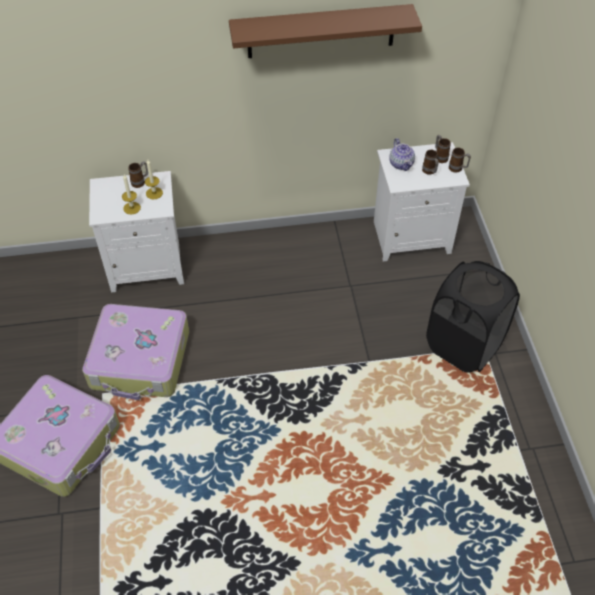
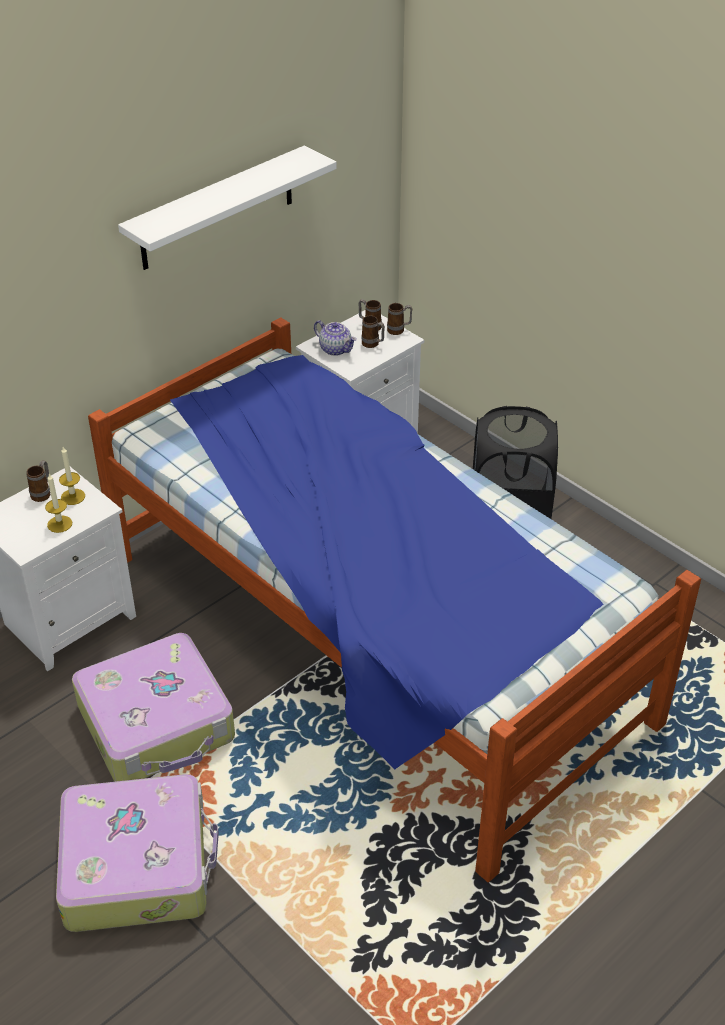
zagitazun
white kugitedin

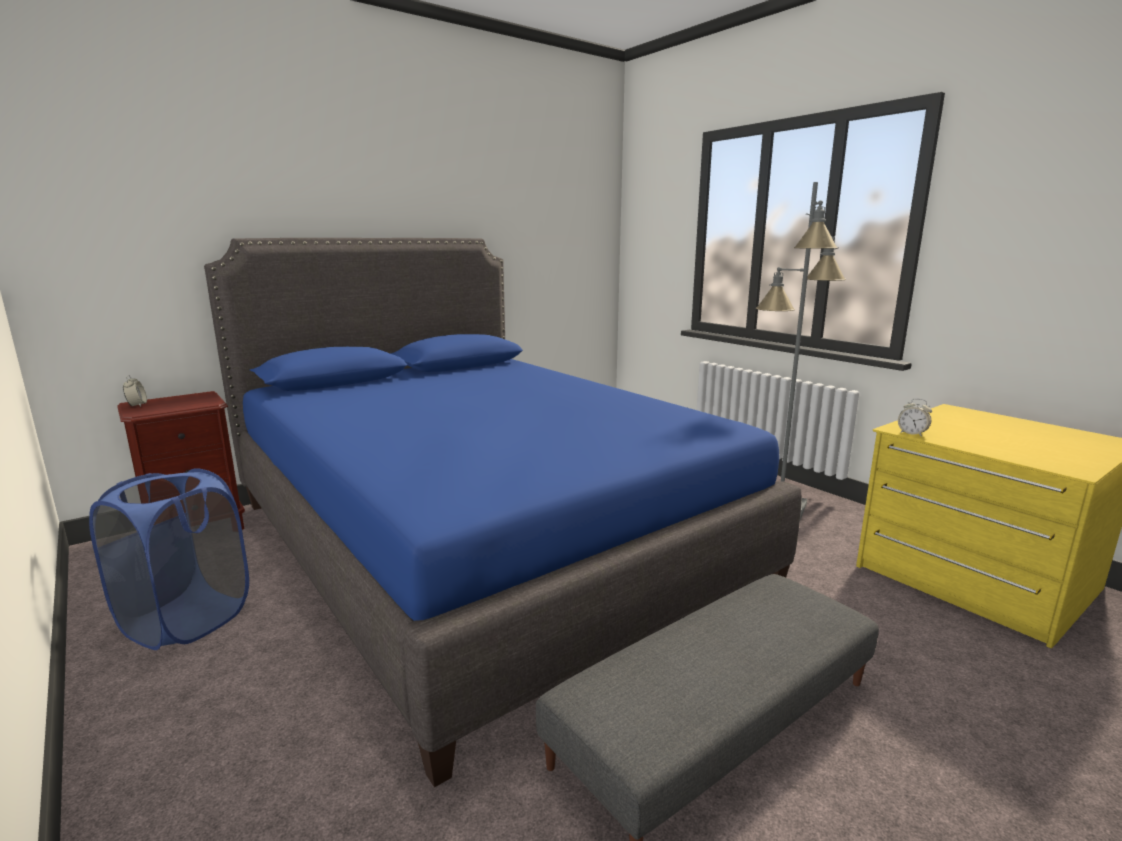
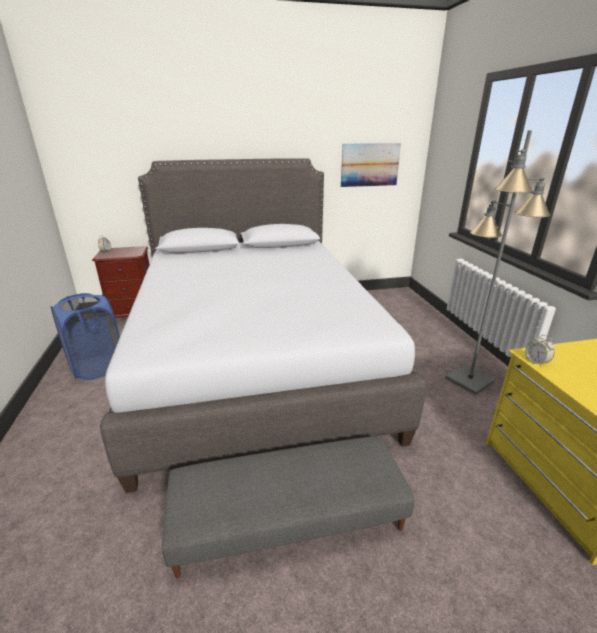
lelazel
grey zagitazun

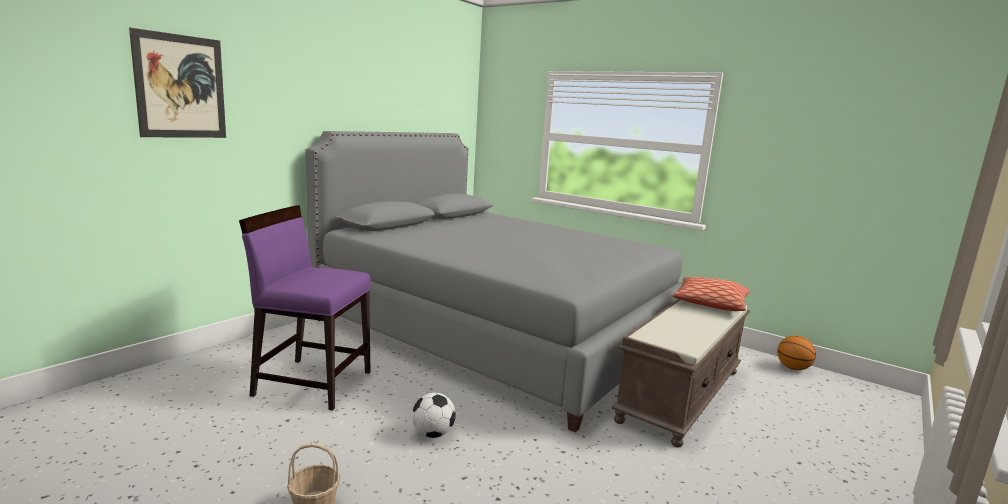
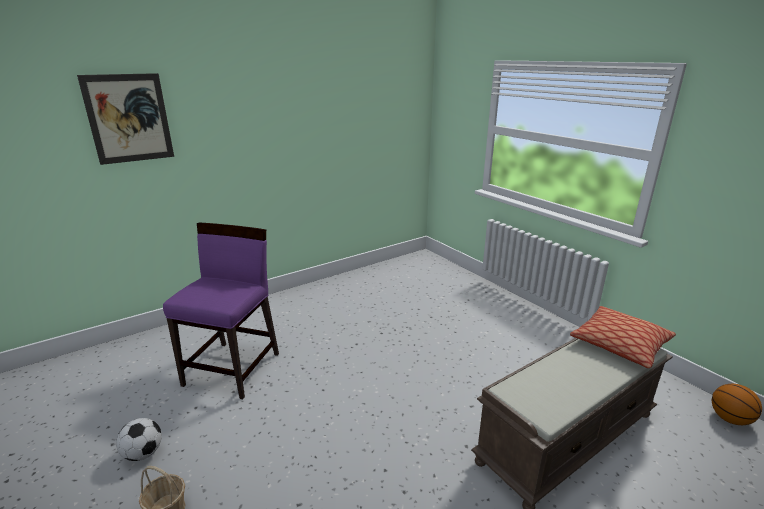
grey zagitazun
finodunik
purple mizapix

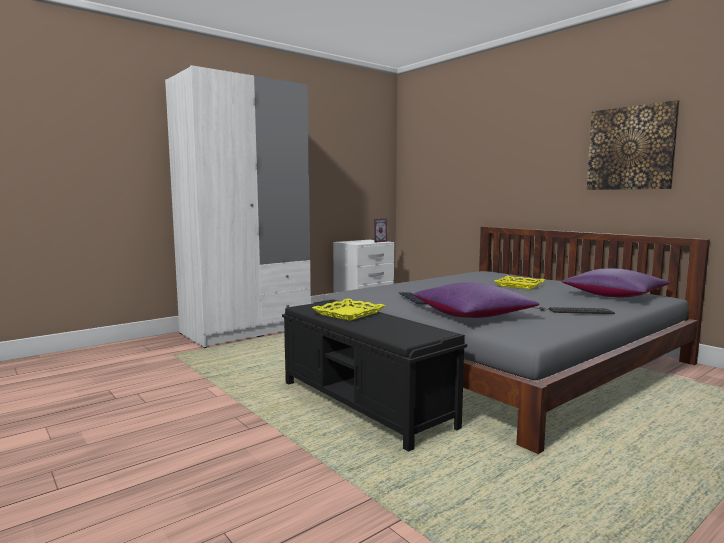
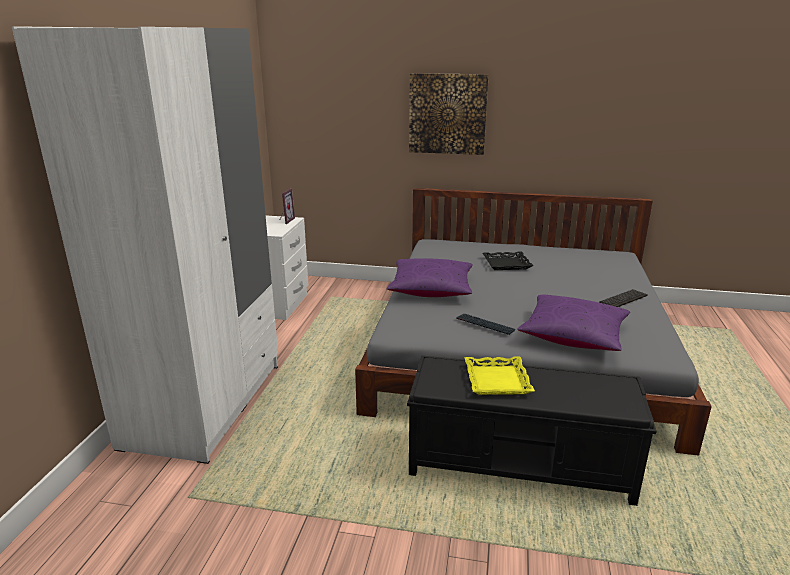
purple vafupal (1st from left)
lelazel
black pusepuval

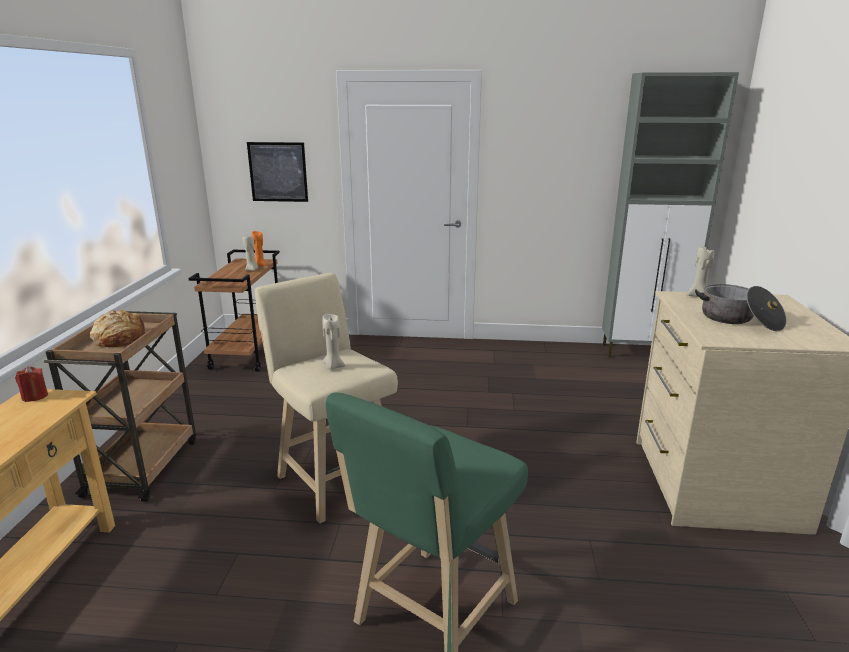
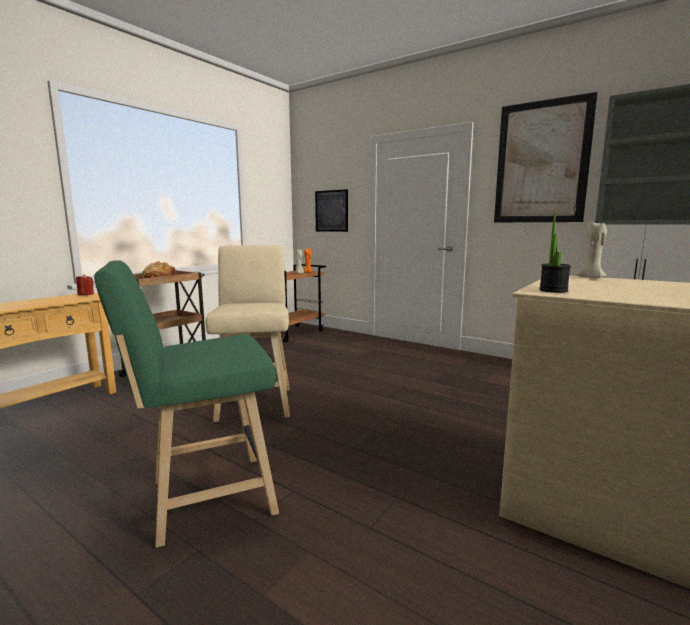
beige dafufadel (2nd from left in the first image)
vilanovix
lelazel (2nd from left)
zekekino

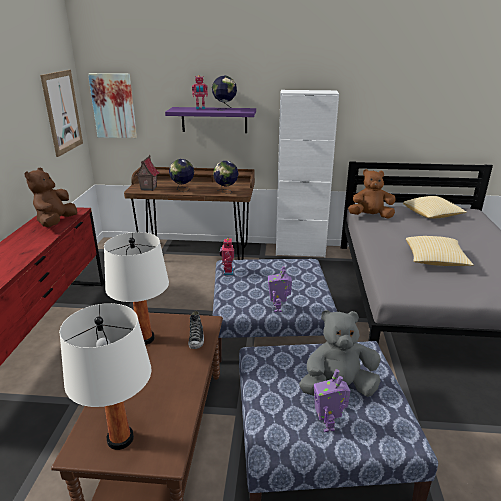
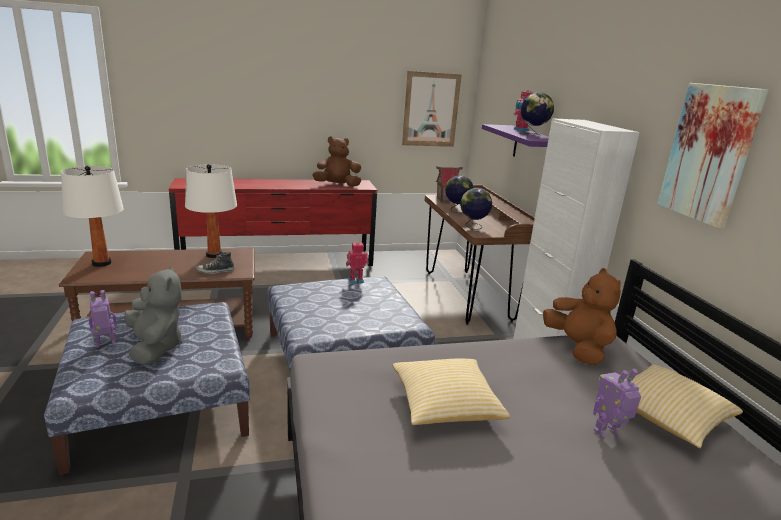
lelazel (2nd from left)
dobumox (4th from left)

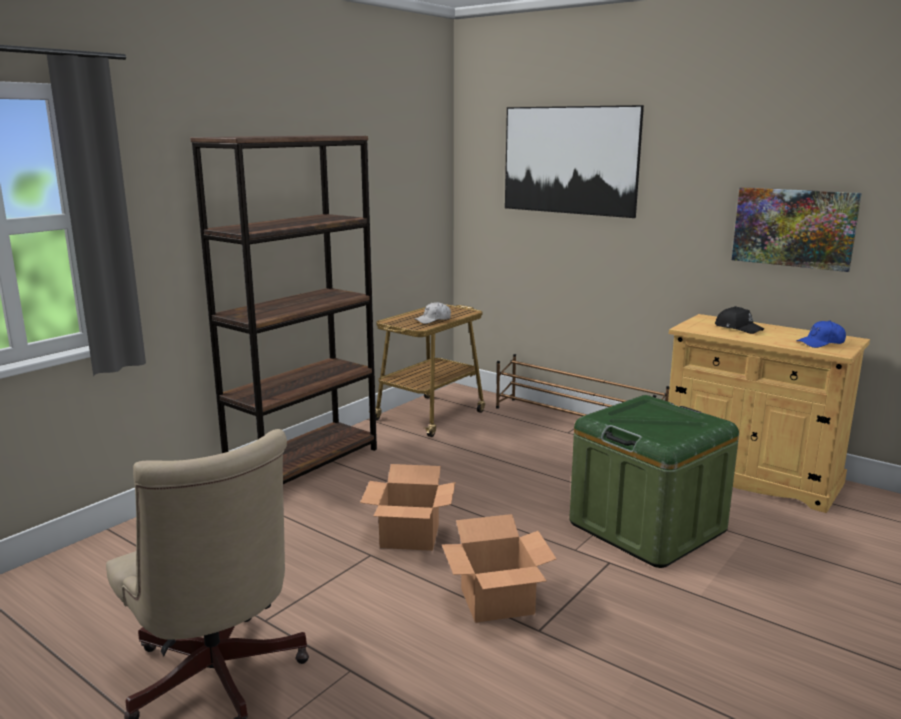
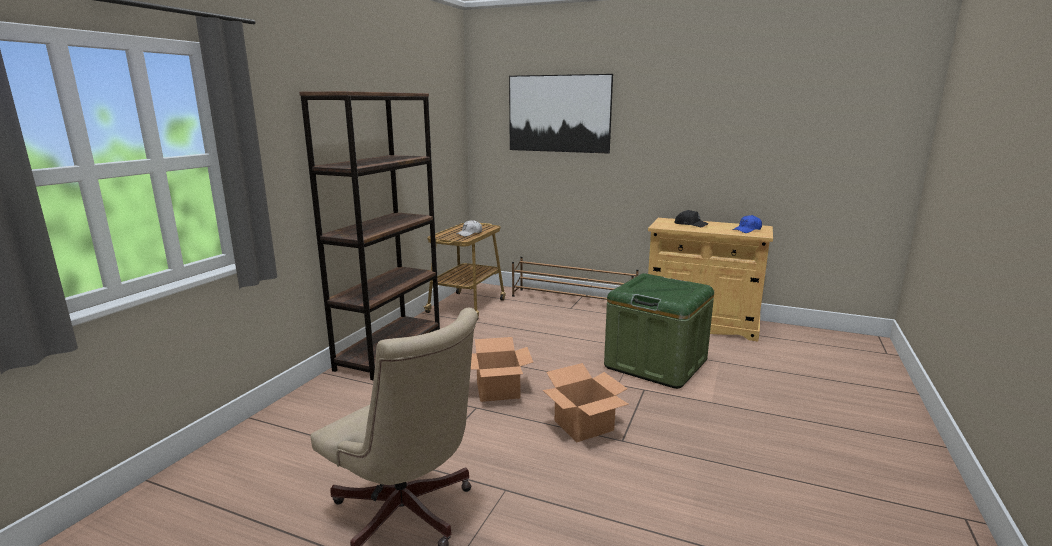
lelazel (2nd from left in the first image)

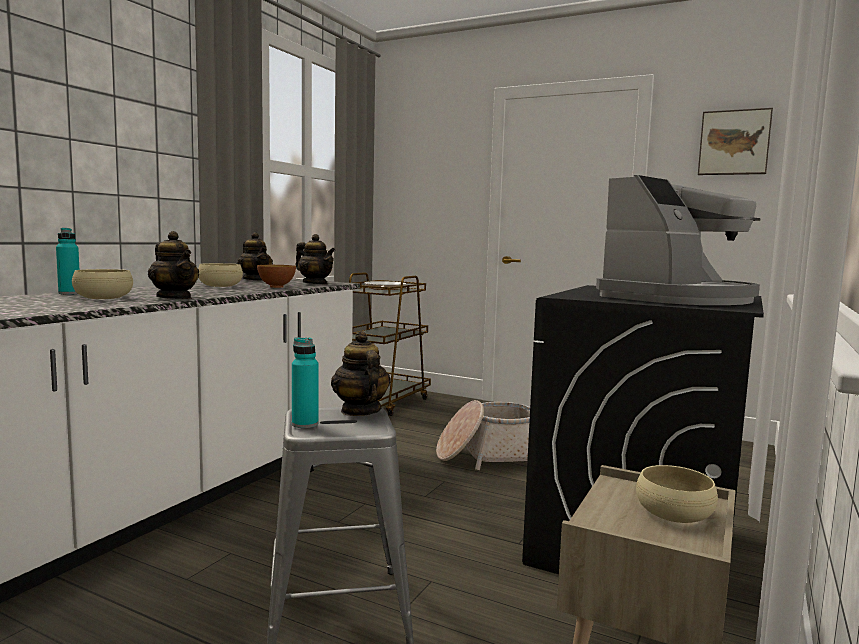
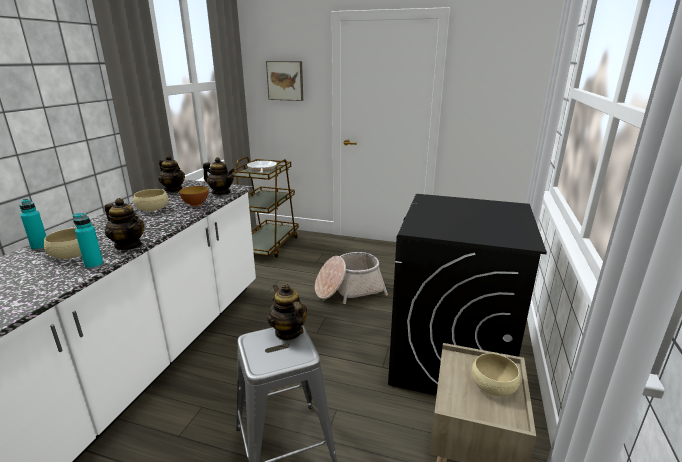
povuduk
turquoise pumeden (2nd from left)
lelazel

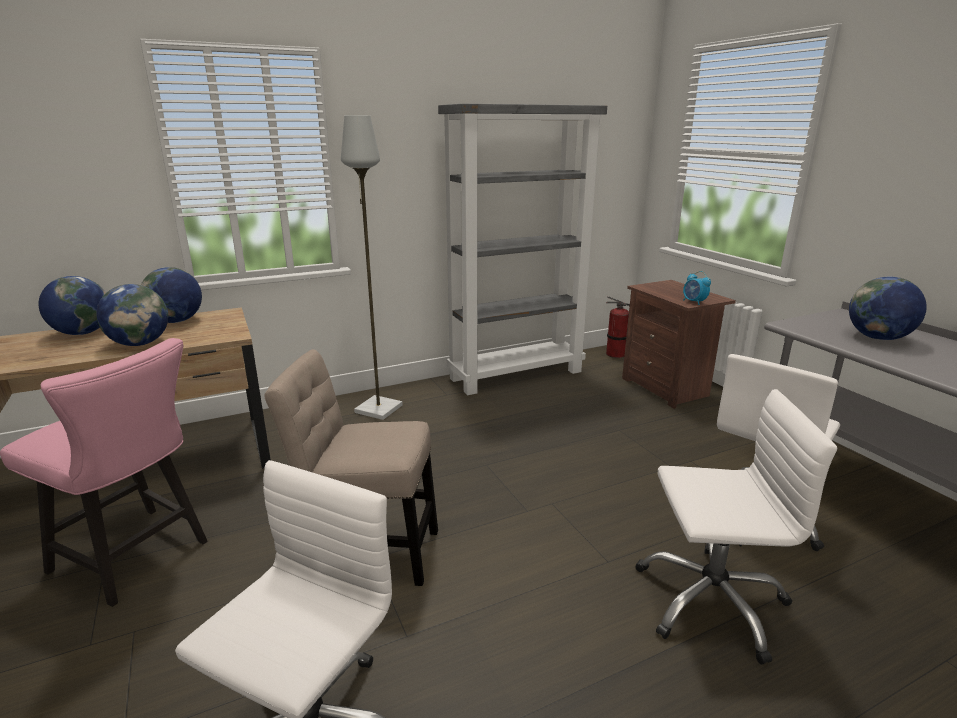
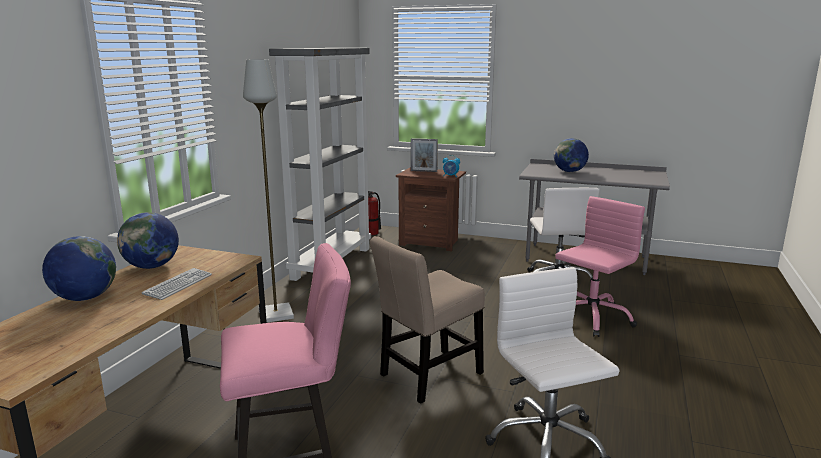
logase
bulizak
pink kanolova

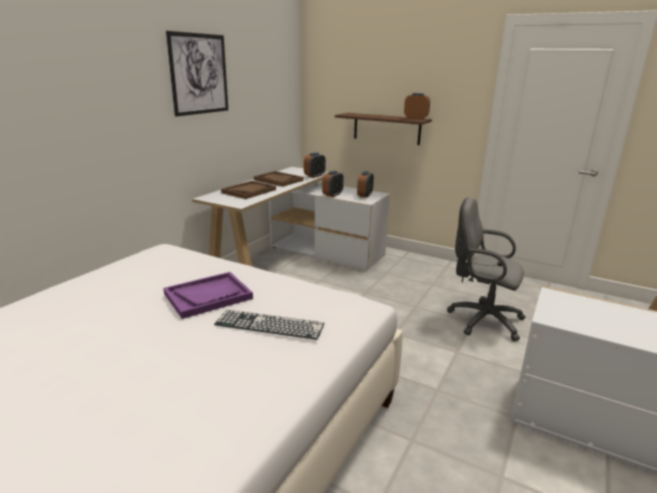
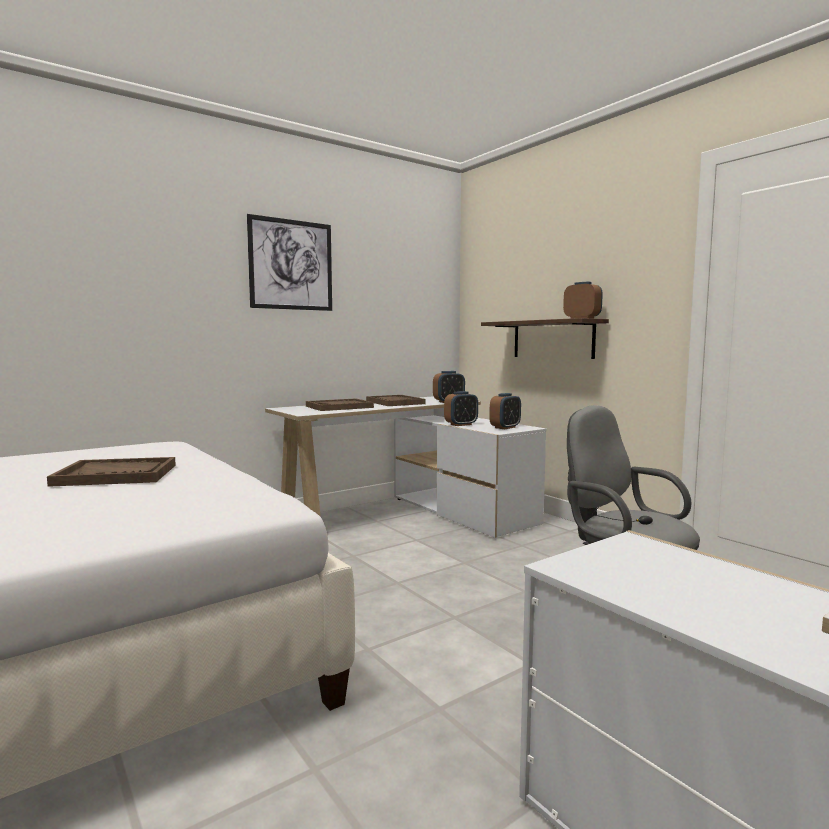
bulizak
brown pusepuval (1st from left)

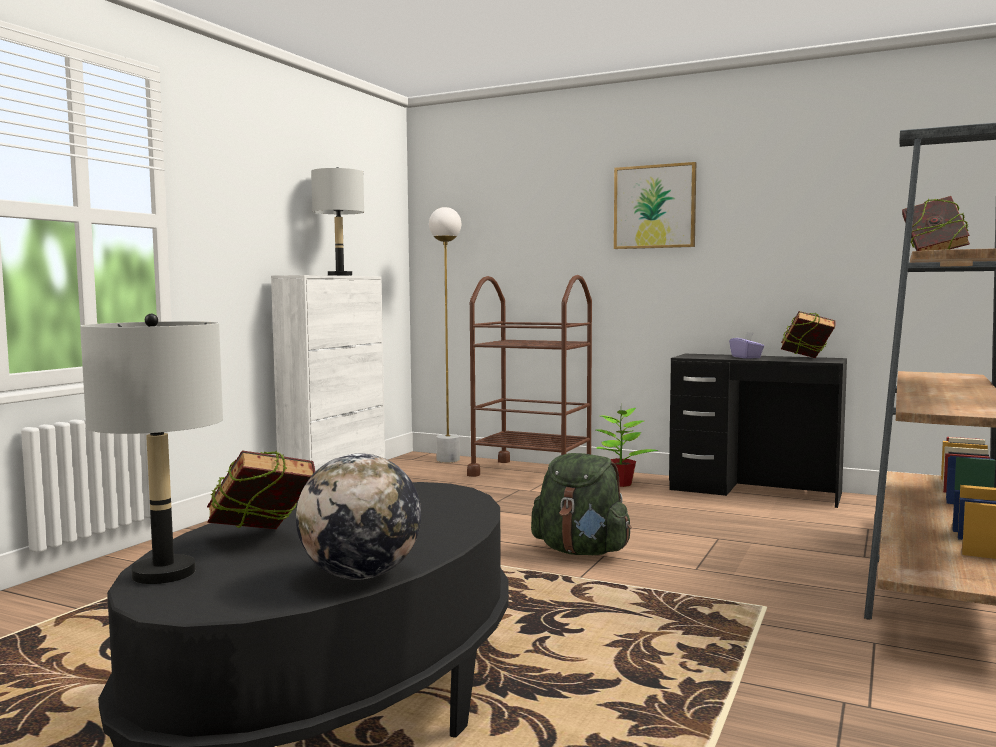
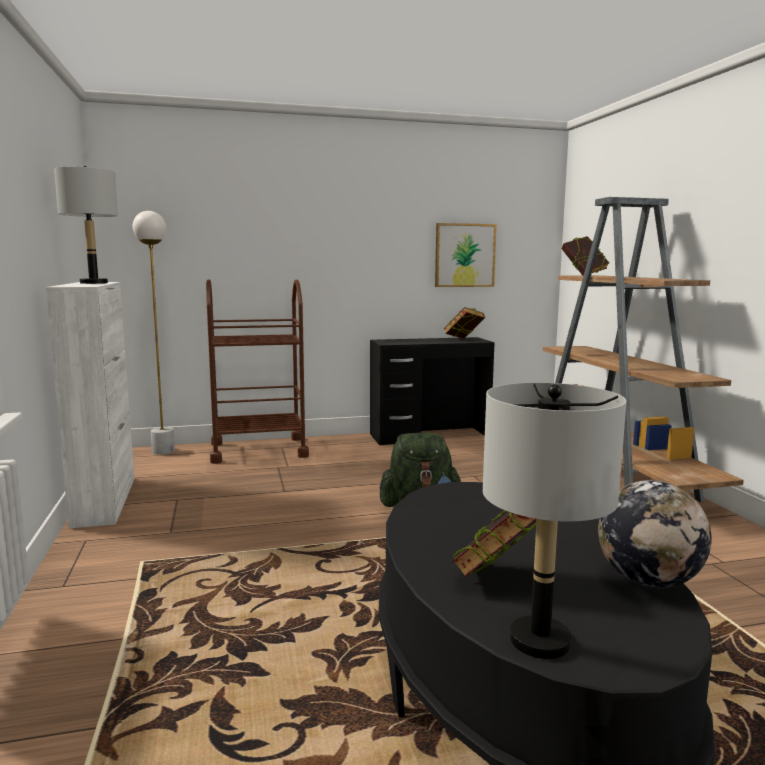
zekekino
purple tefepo
lelazel

